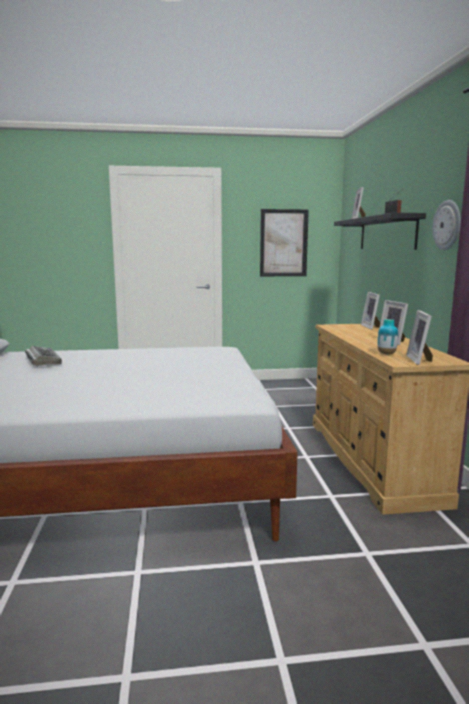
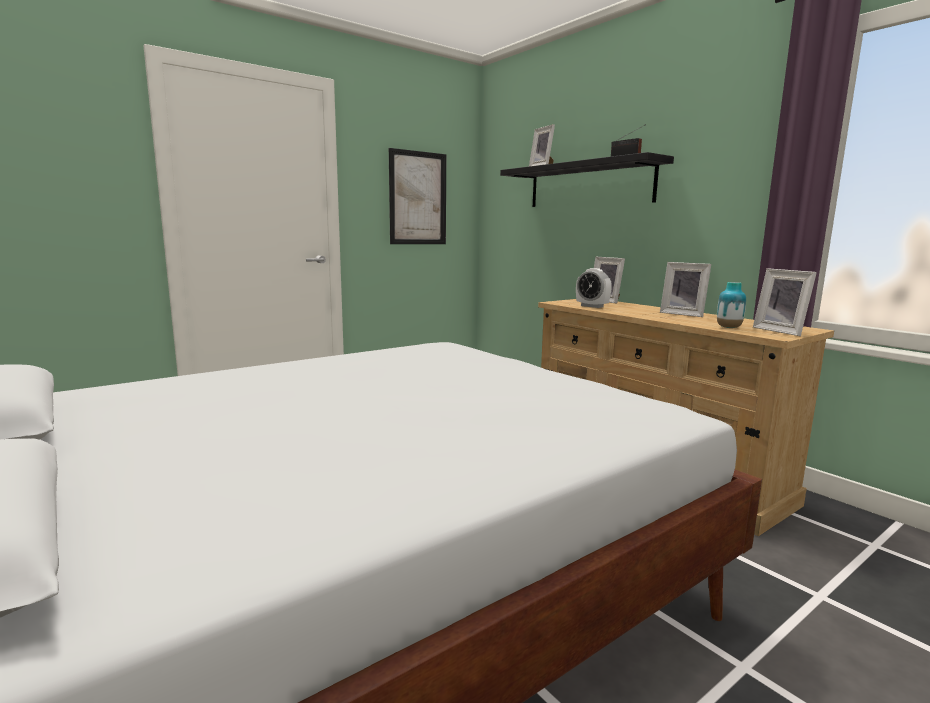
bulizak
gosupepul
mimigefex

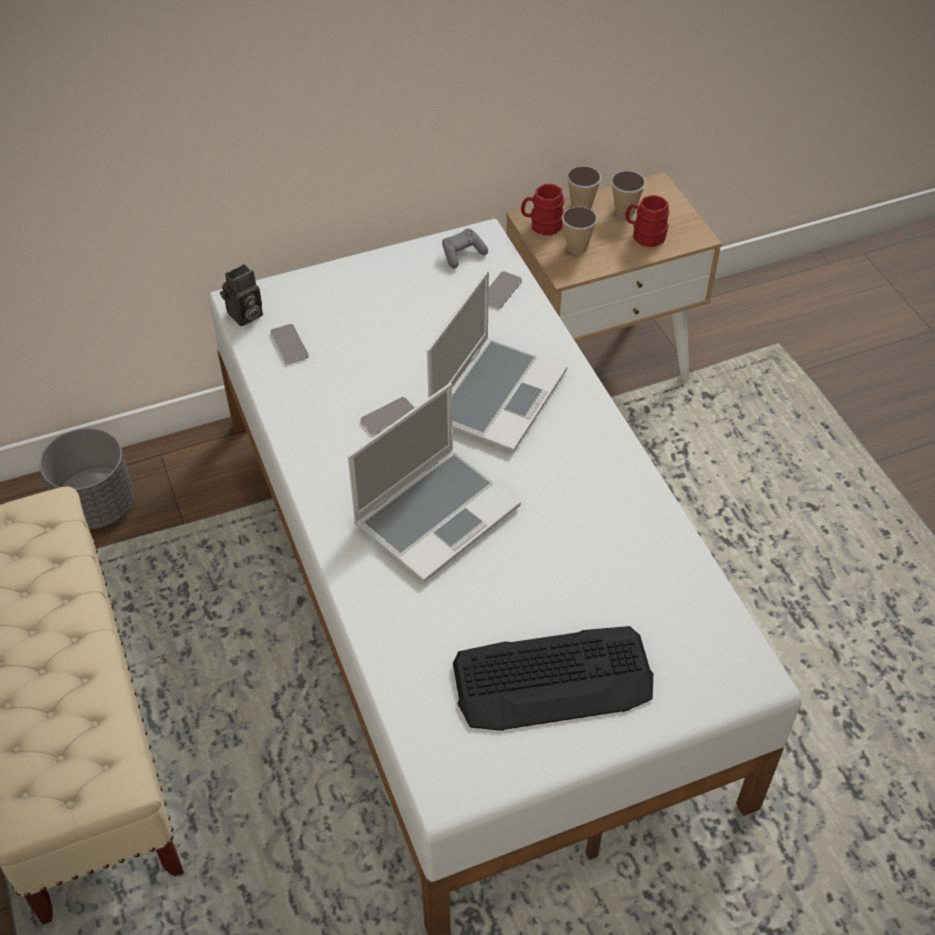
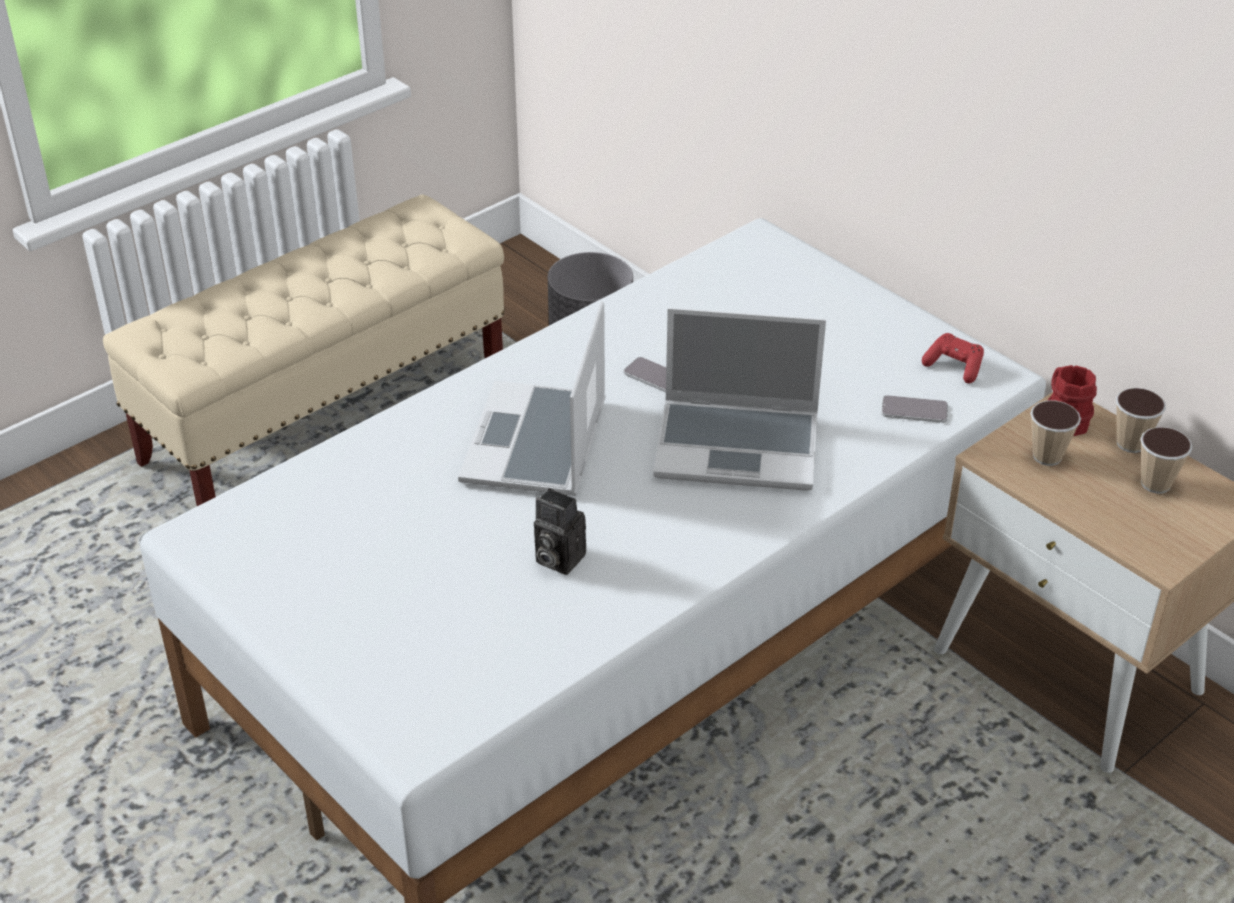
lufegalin (1st from left in the first image)
bulizak
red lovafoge (2nd from left in the first image)
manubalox
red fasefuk
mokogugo (1st from left)

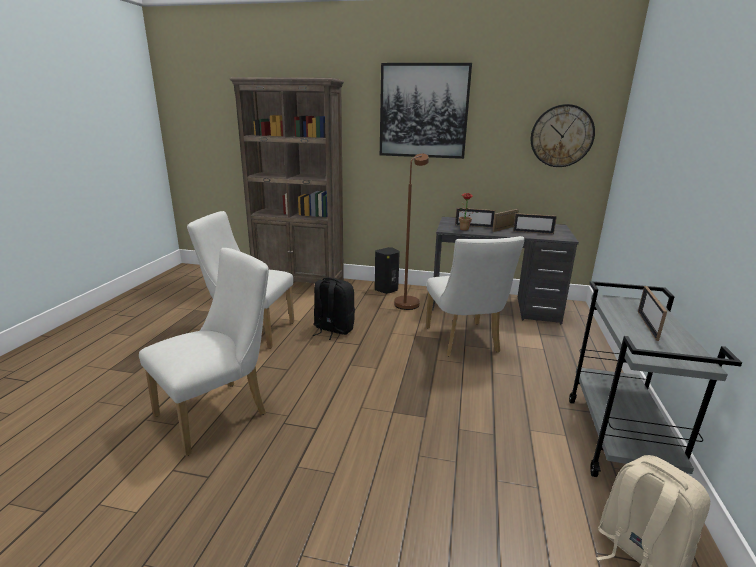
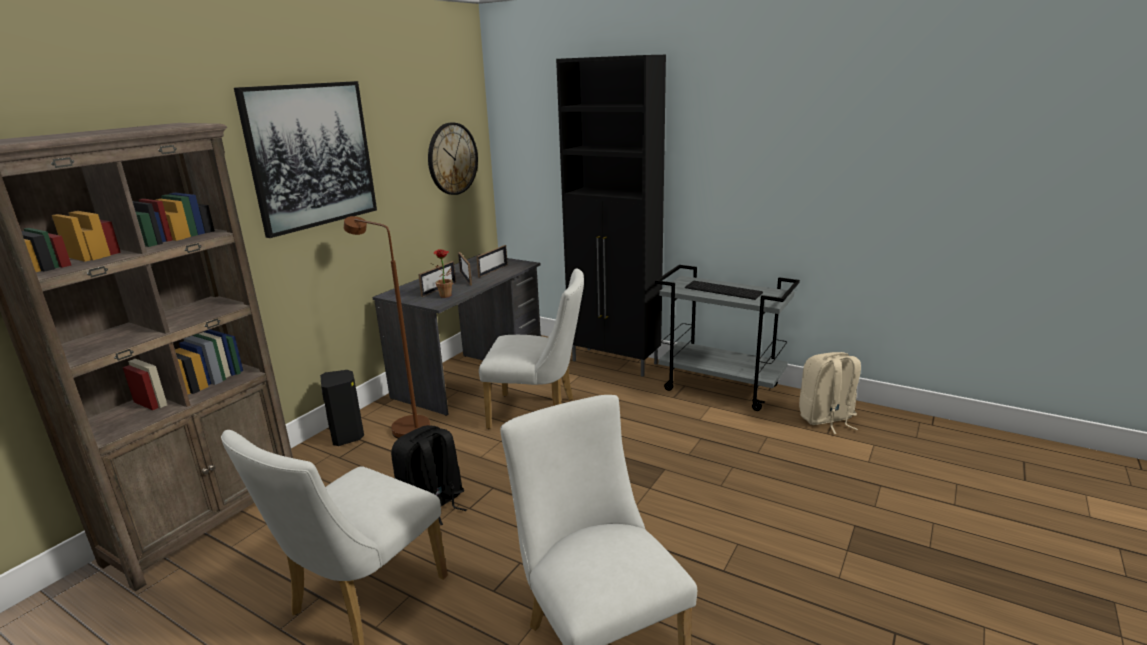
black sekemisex
bulizak

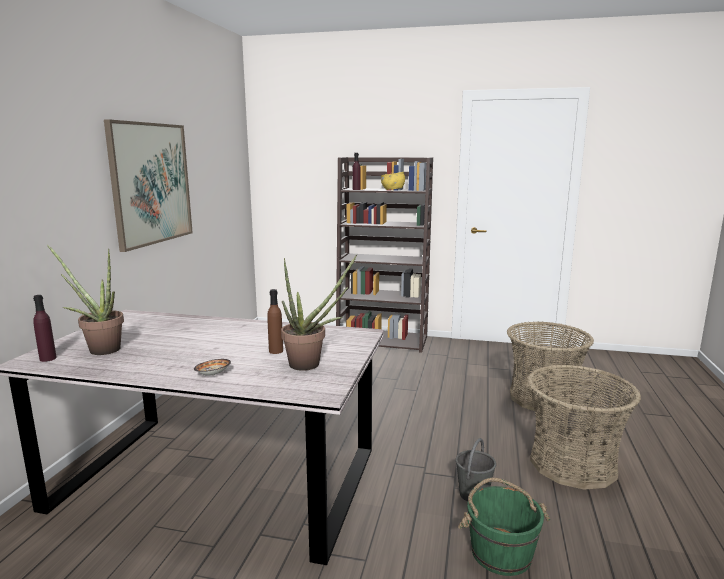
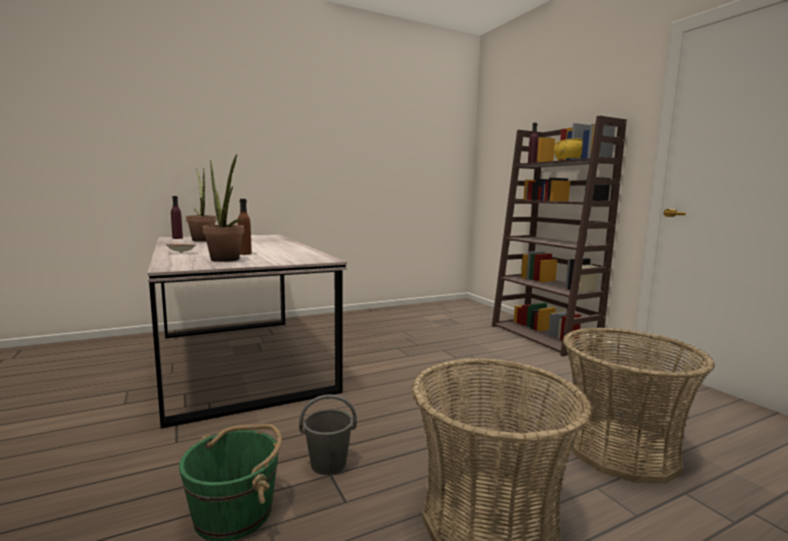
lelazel

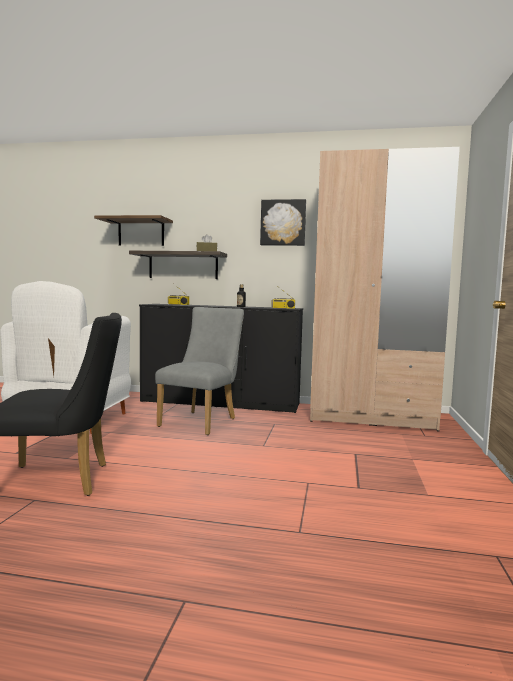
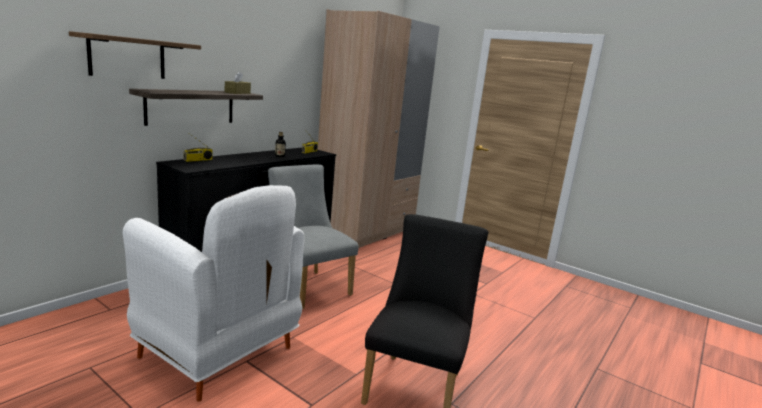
lelazel

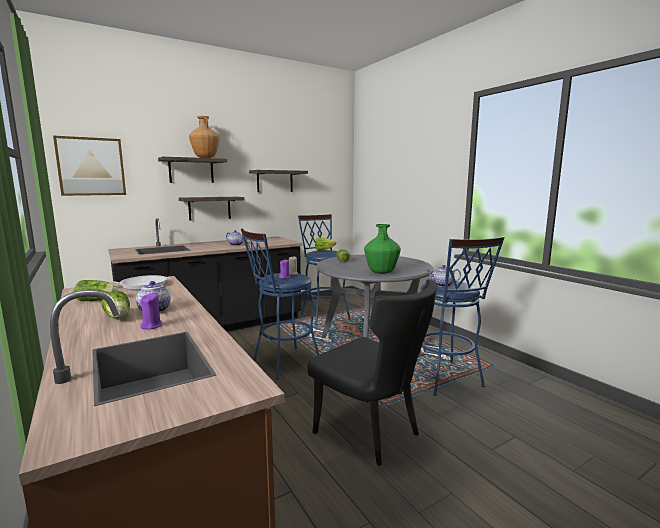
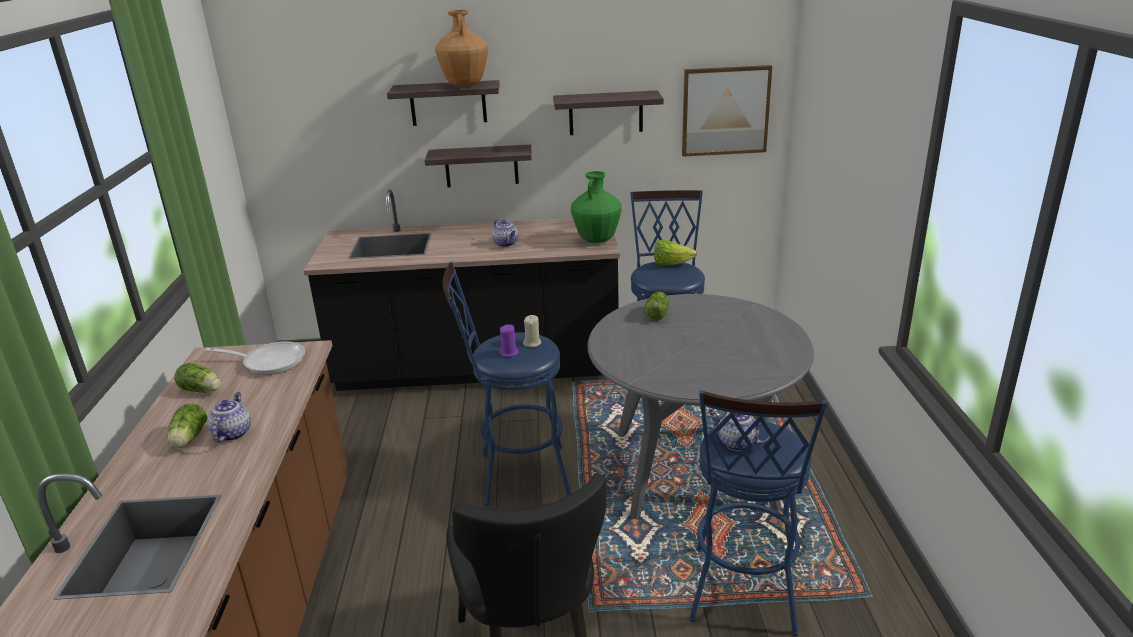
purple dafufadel (1st from left in the first image)
lelazel
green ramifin

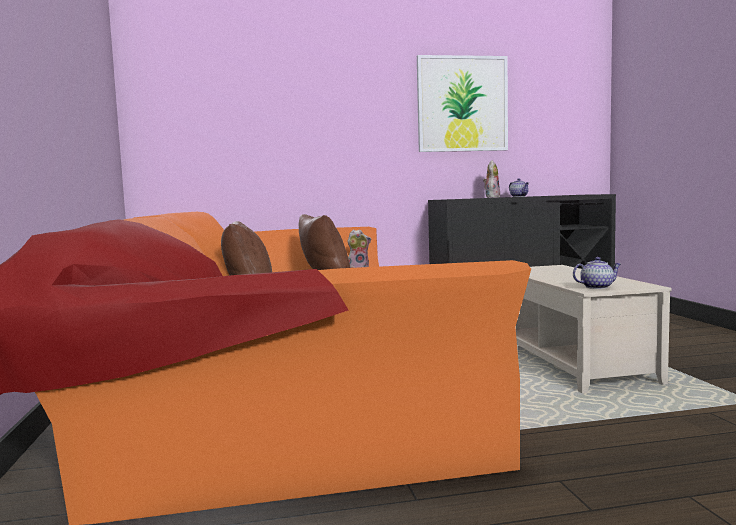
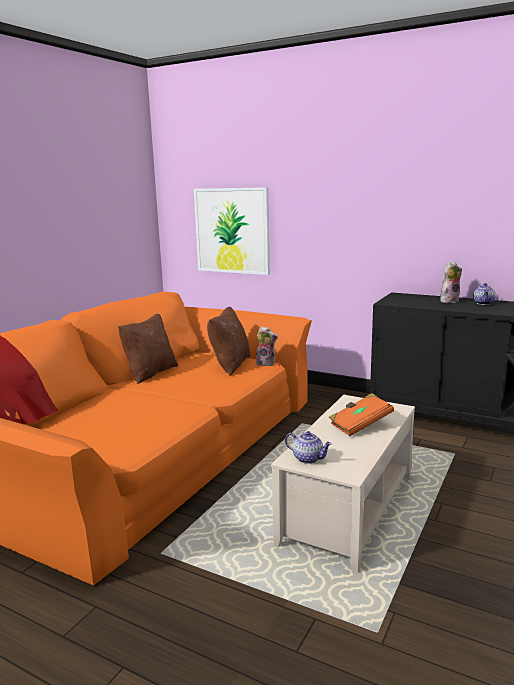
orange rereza
lelazel

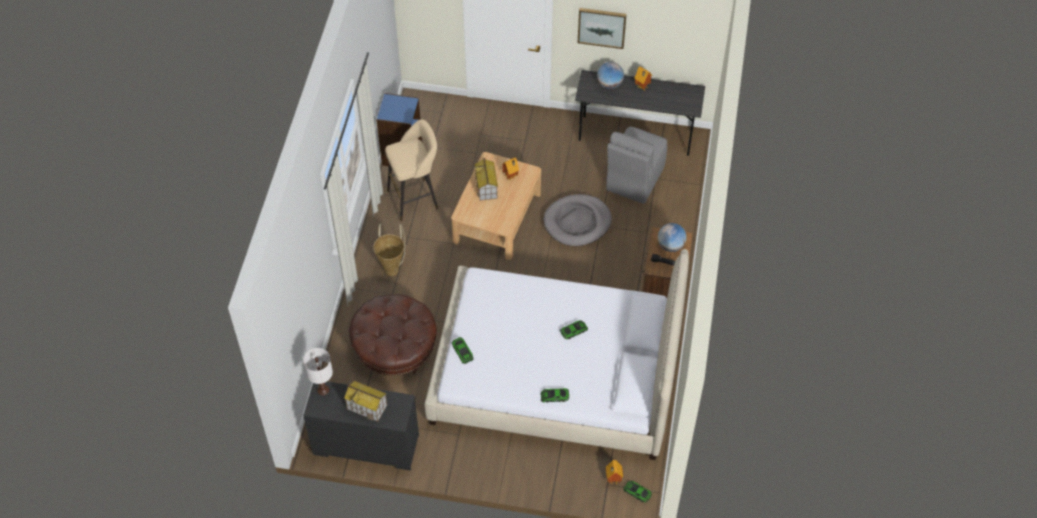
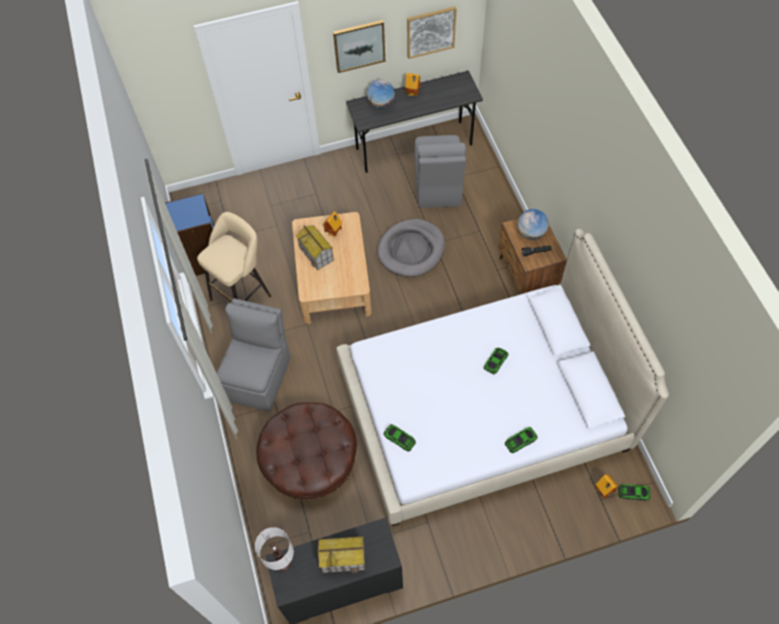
lelazel (2nd from left)
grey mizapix (1st from left)

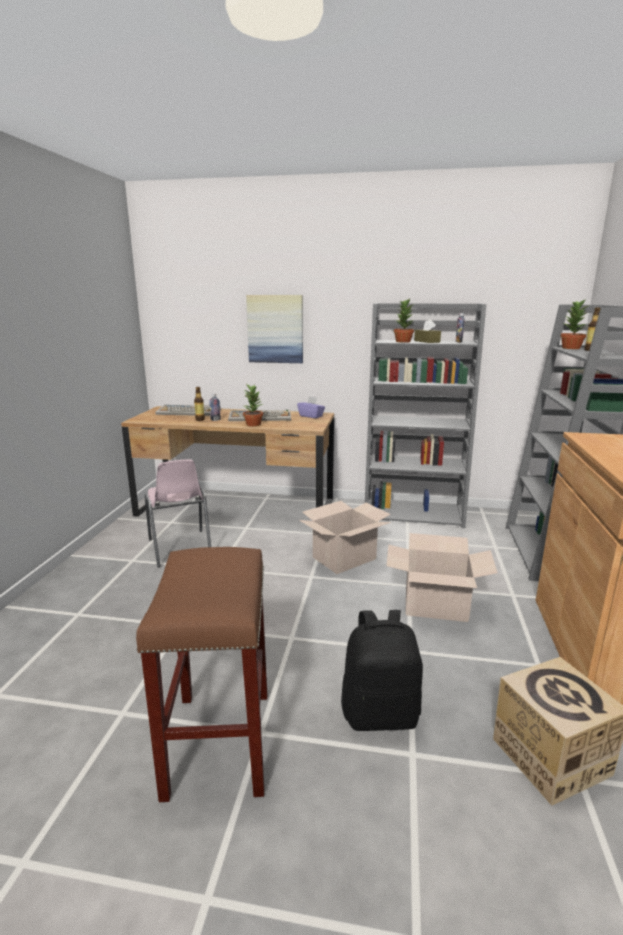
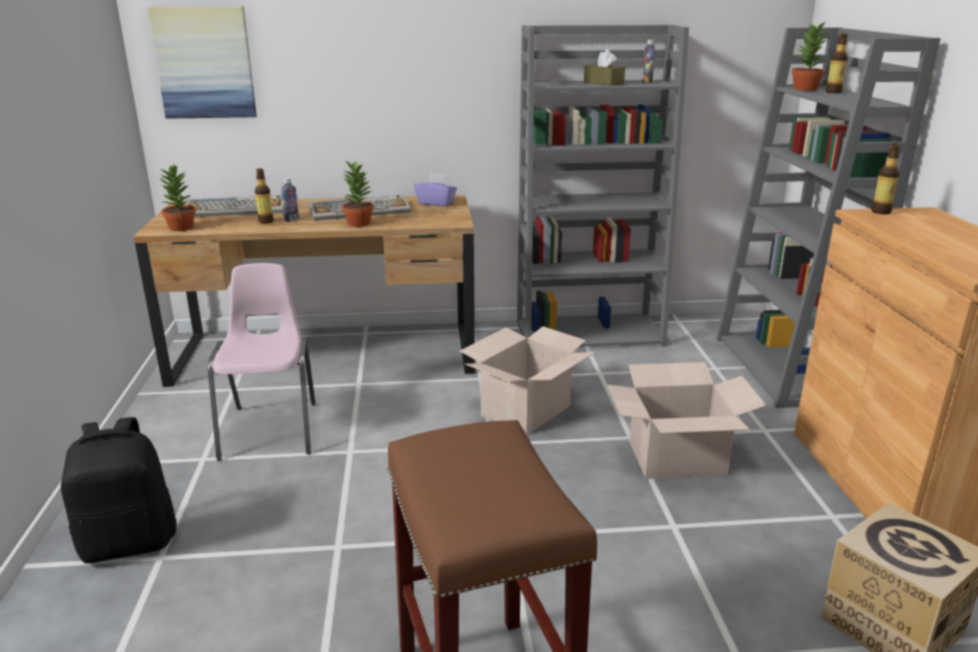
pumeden (5th from left)
lelazel
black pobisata
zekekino (1st from left)
pink mizapix

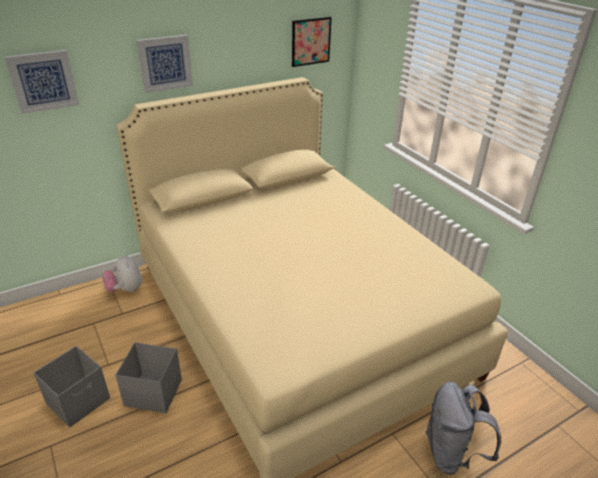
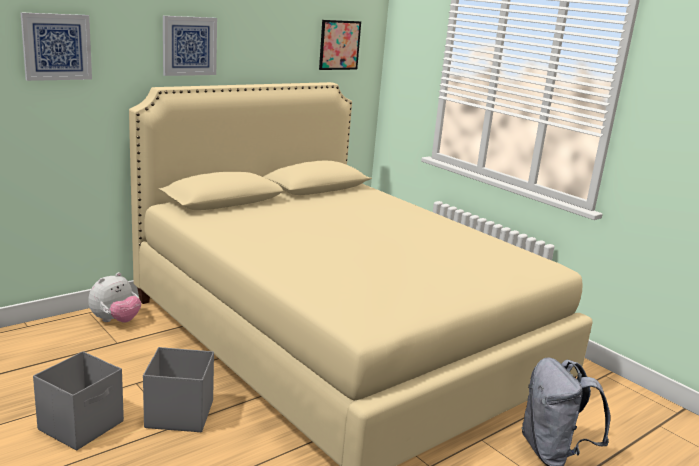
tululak

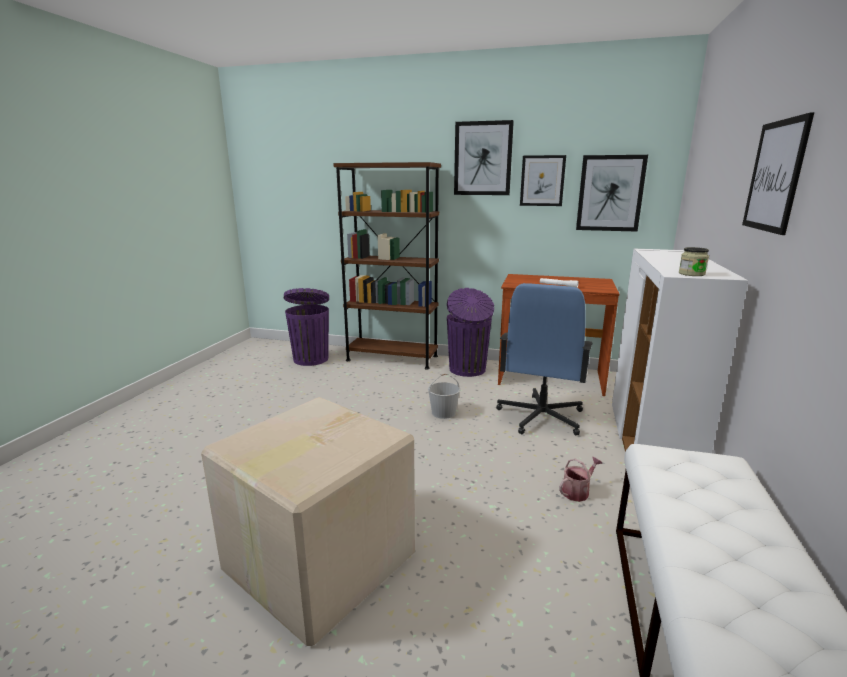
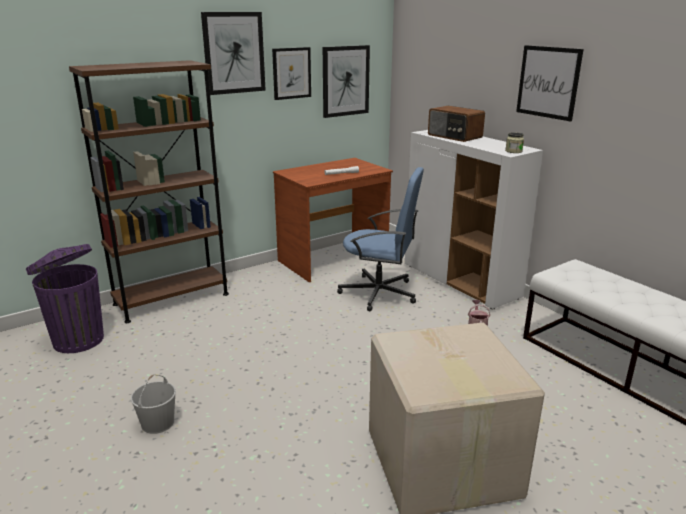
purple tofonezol (2nd from left in the first image)
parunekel
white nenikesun
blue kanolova

